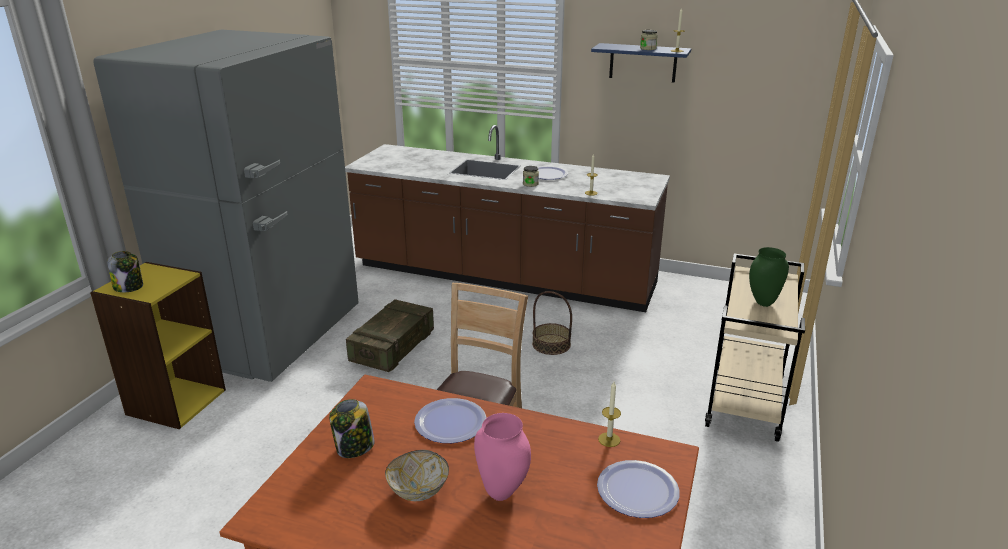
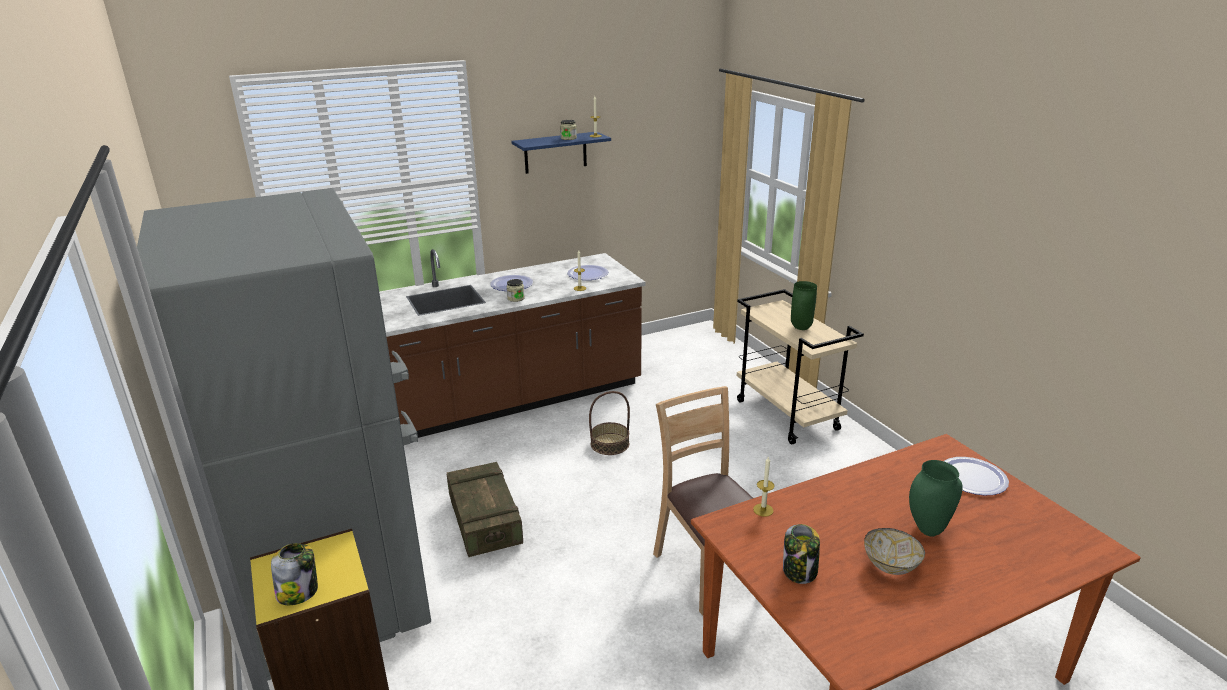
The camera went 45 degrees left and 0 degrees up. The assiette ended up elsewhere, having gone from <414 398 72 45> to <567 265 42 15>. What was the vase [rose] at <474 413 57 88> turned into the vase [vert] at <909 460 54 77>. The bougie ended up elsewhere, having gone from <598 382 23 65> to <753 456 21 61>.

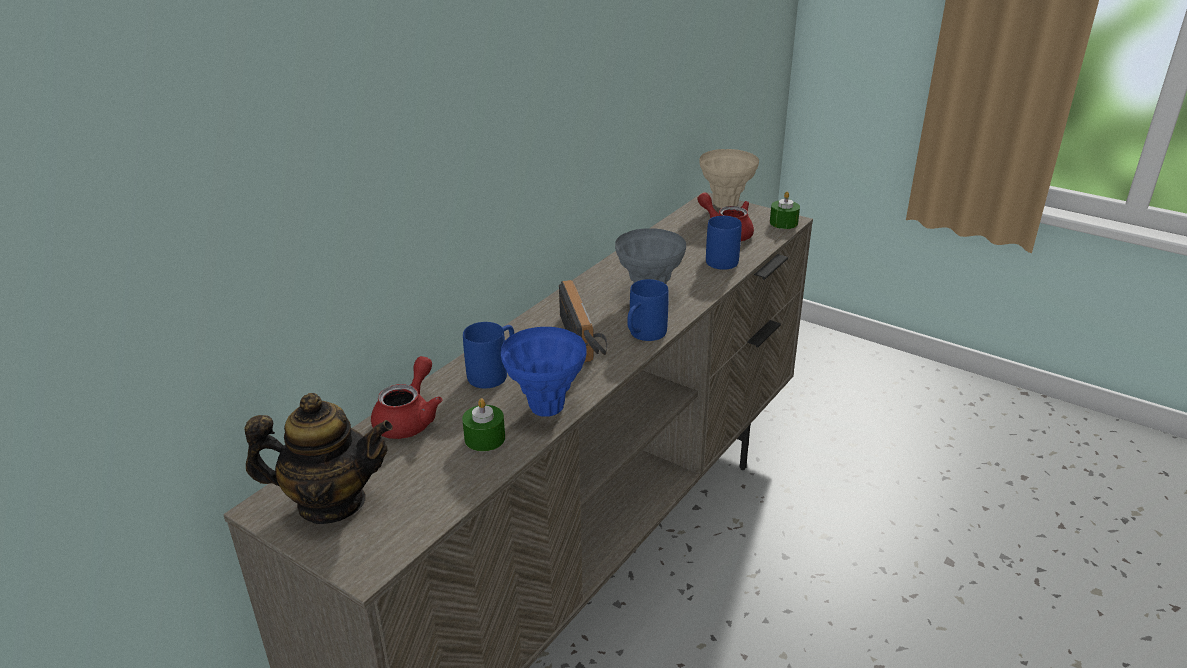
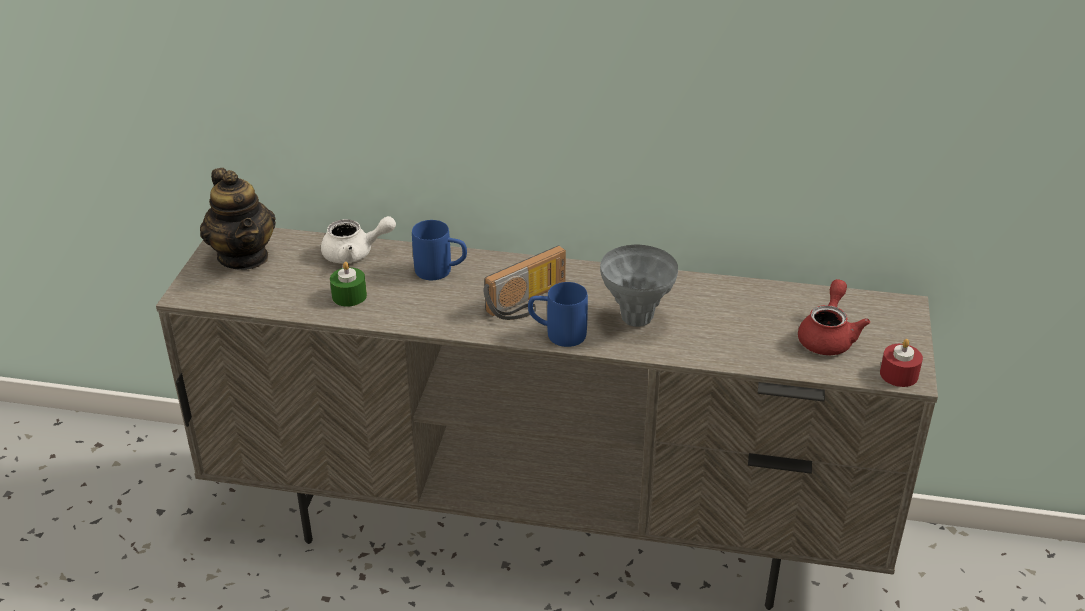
The camera went 65 degrees right and 5 degrees up. What was the théière [rouge] at <371 356 72 83> turned into the théière [blanc] at <321 216 75 47>. The second view lost the vase [bleu] at <501 327 86 90>. The second view lost the vase [beige] at <699 149 60 60>. The second view lost the mug [bleu] at <706 216 36 54>. What was the bougie [vert] at <770 191 30 38> turned into the bougie [rouge] at <880 339 43 48>.

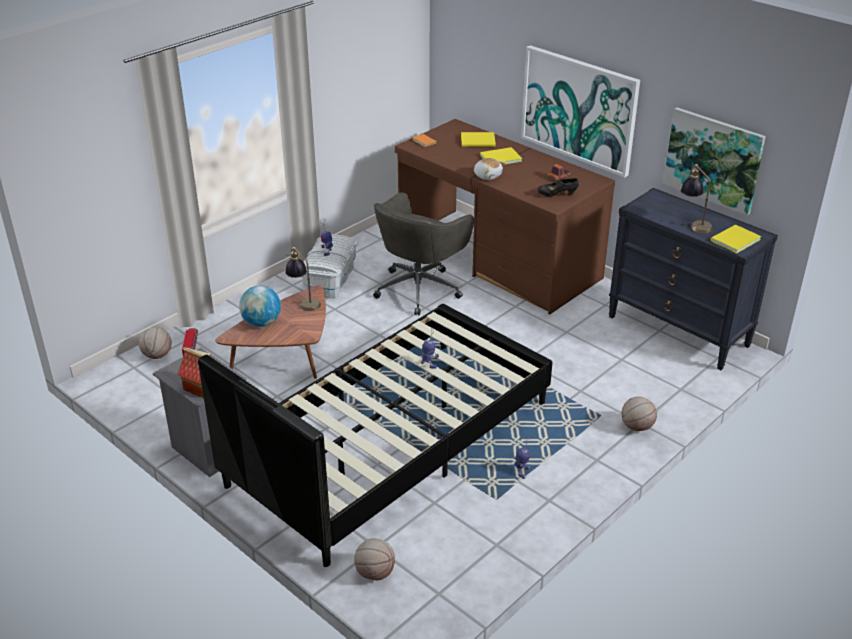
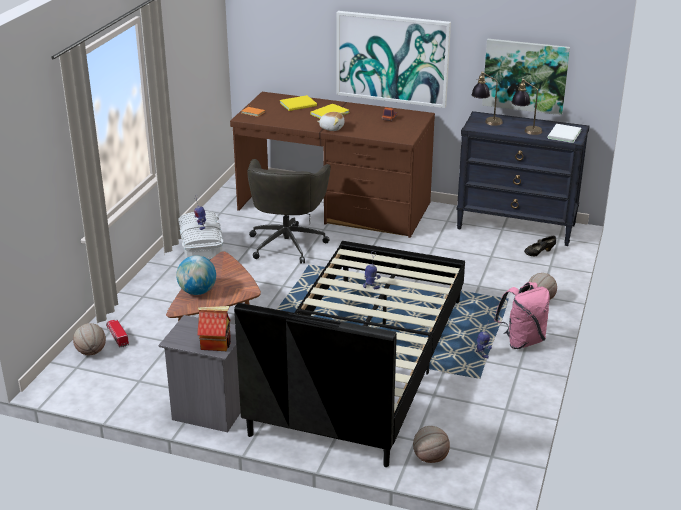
The camera went 25 degrees left and 5 degrees down. The lampe de table ended up elsewhere, having gone from <285 247 36 64> to <472 71 31 55>. The chaussure [noir] ended up elsewhere, having gone from <537 178 42 19> to <524 236 32 20>. What was the livre [jaune] at <710 224 51 29> turned into the livre [blanc] at <548 124 33 19>. The second view gained the sac à dos [rose] at <494 282 56 67>.

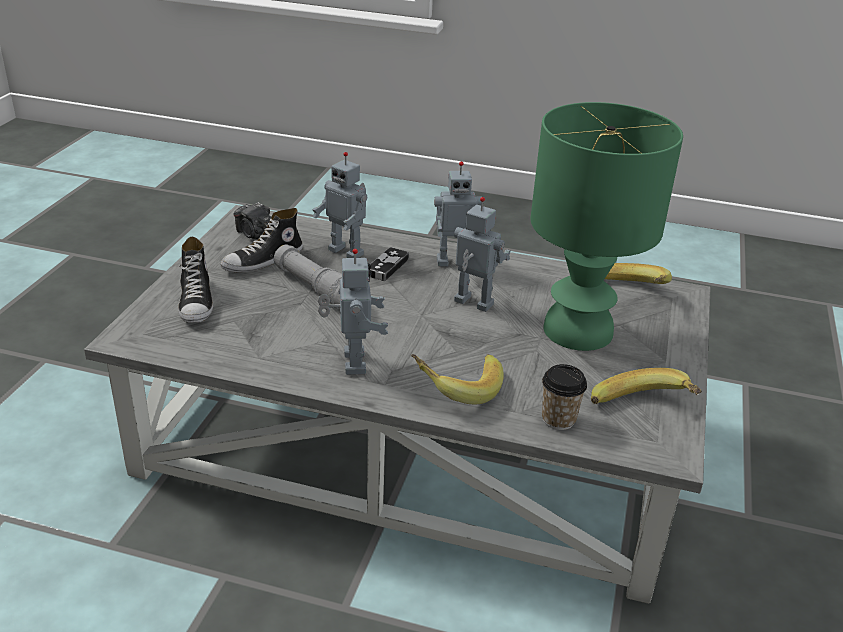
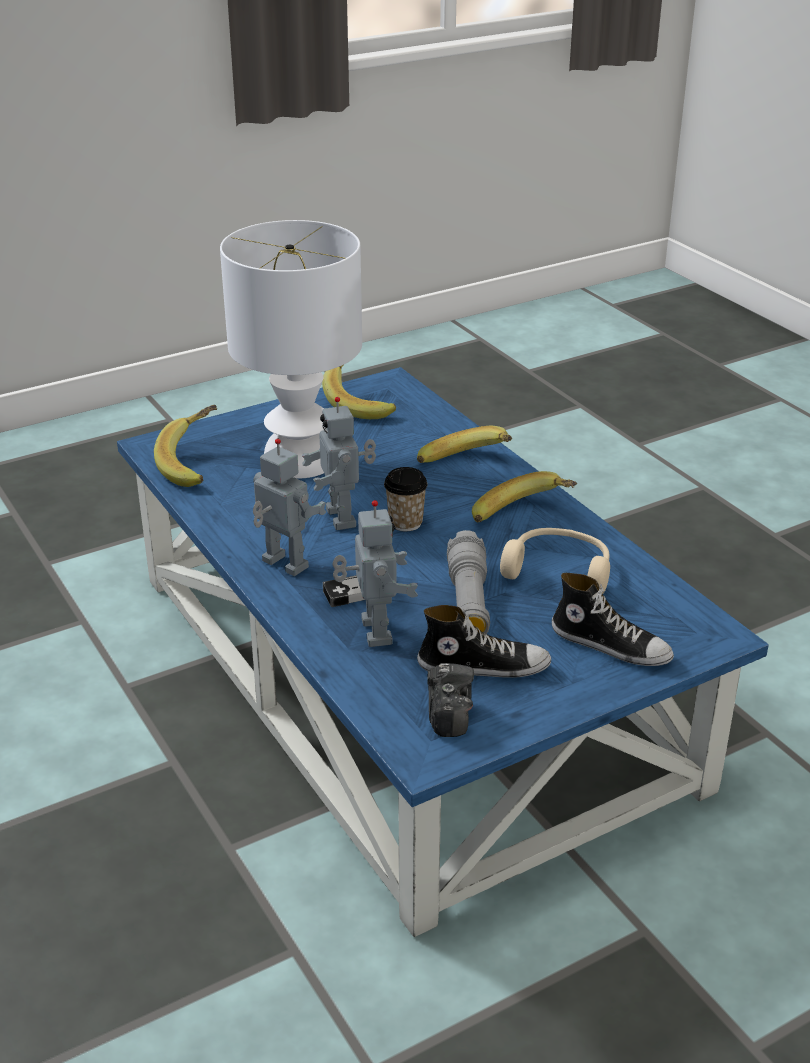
The camera went 135 degrees left and 0 degrees up. What was the table basse [gris] at <84 205 627 399> turned into the table basse [bleu] at <117 367 652 570>. The chaussure at <178 237 35 86> ended up facing another way, 90 degrees clockwise from before. Where the robot jouet stood at <318 249 70 126>, the banane came to stand at <472 471 105 51>. What was the lampe de table [vert] at <531 102 152 249> turned into the lampe de table [blanc] at <220 220 142 259>. The tasse ended up elsewhere, having gone from <542 364 45 66> to <384 467 44 64>. The second view gained the casque audio [beige] at <500 528 110 66>.

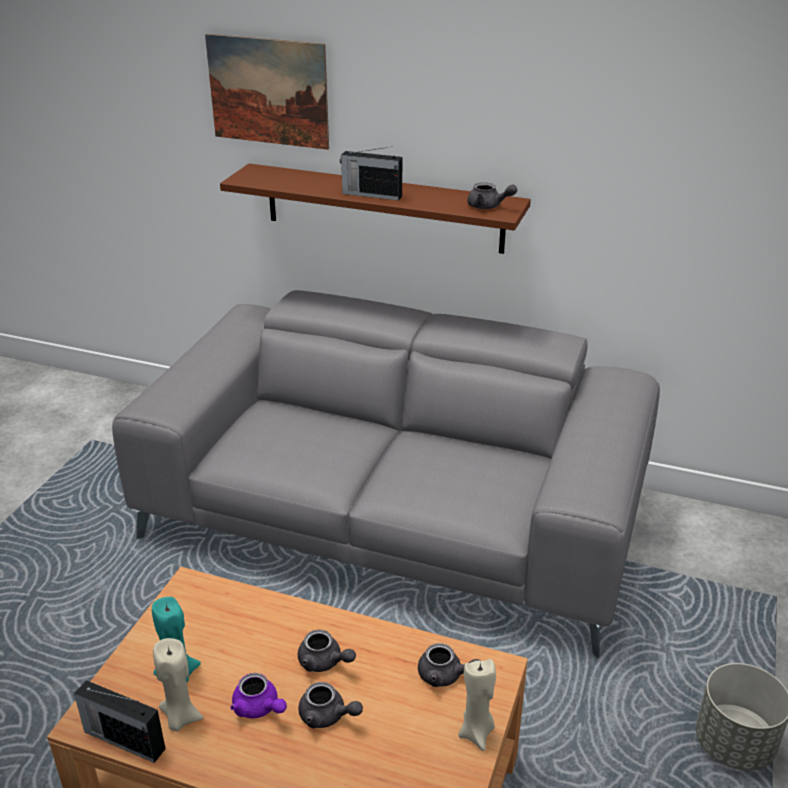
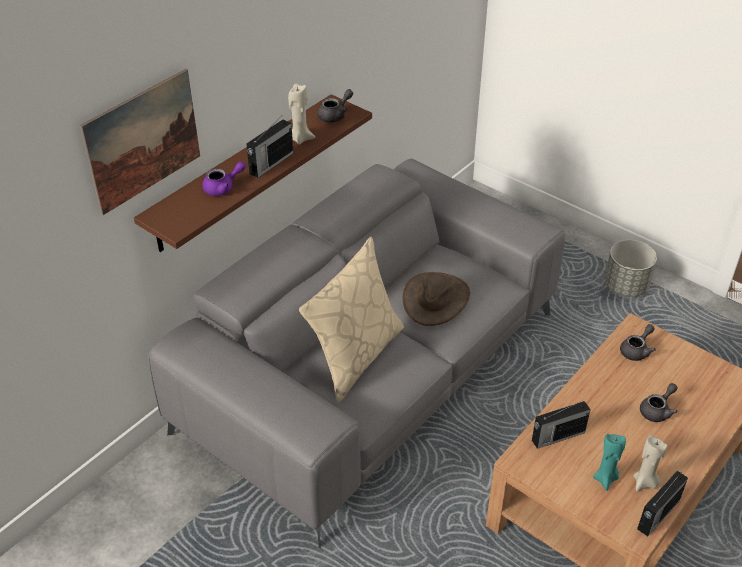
The camera went 70 degrees left and 10 degrees up. The théière [violet] ended up elsewhere, having gone from <230 673 57 45> to <202 162 44 34>. The second view lost the théière [gris] at <298 630 58 42>. The bougie [beige] ended up elsewhere, having gone from <458 659 38 92> to <288 84 27 61>. The second view gained the coussin [beige] at <299 237 105 166>. The second view gained the chapeau [marron] at <403 272 67 54>. The second view gained the radio at <532 401 59 48>.

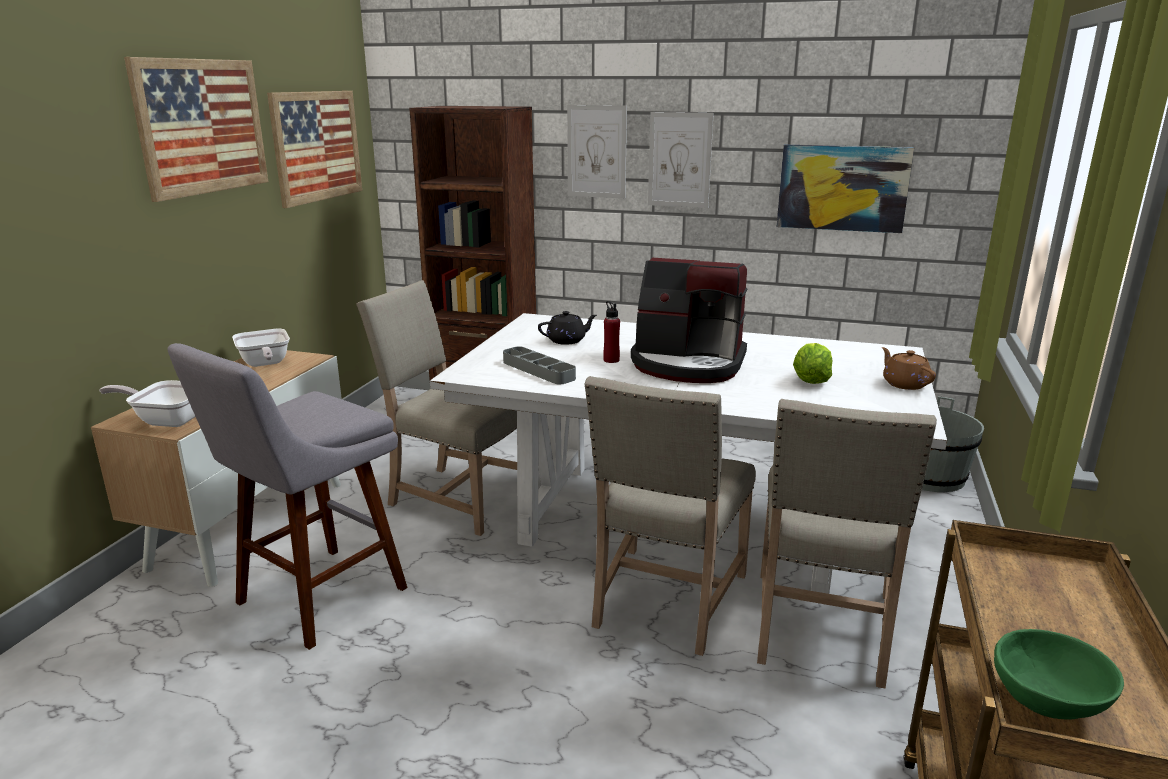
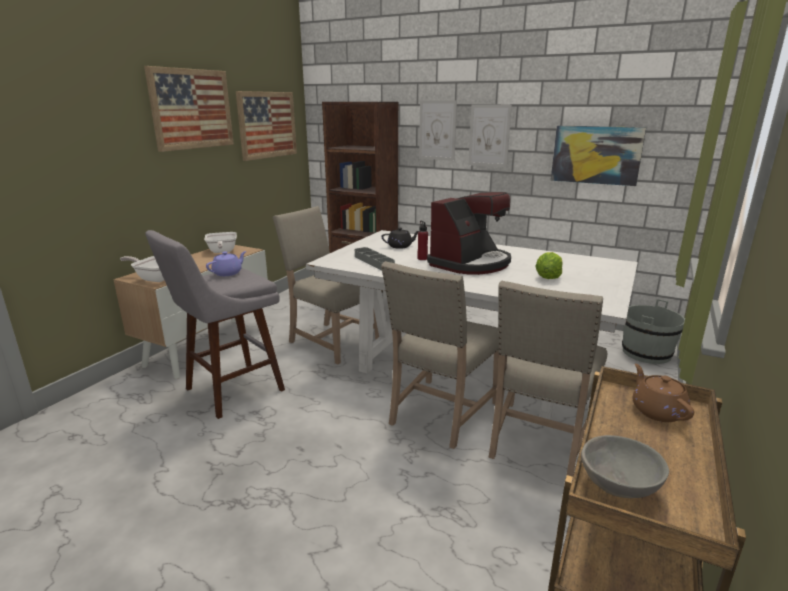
The camera went 10 degrees right and 0 degrees up. The machine à café at <631 258 117 125> ended up facing another way, 75 degrees counterclockwise from before. The théière [marron] ended up elsewhere, having gone from <882 347 54 43> to <633 364 61 58>. What was the bol [vert] at <994 629 130 91> turned into the bol [gris] at <581 435 88 63>. The second view gained the théière [violet] at <206 251 40 25>.

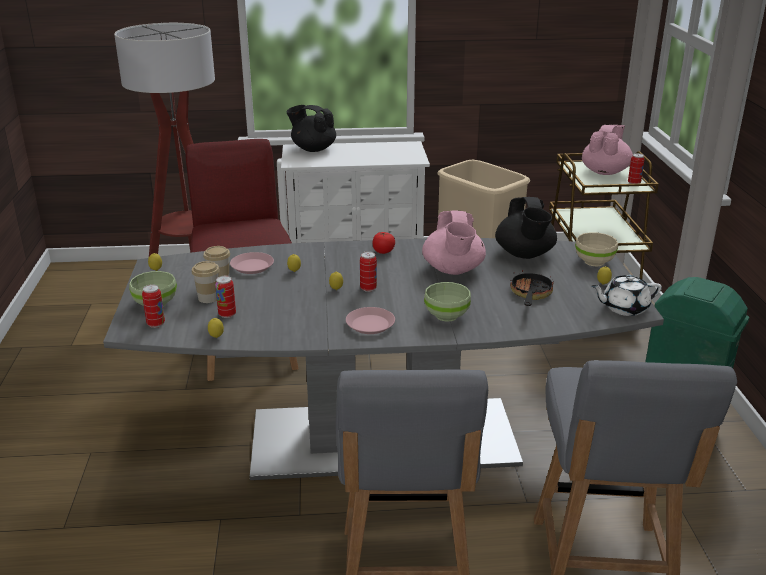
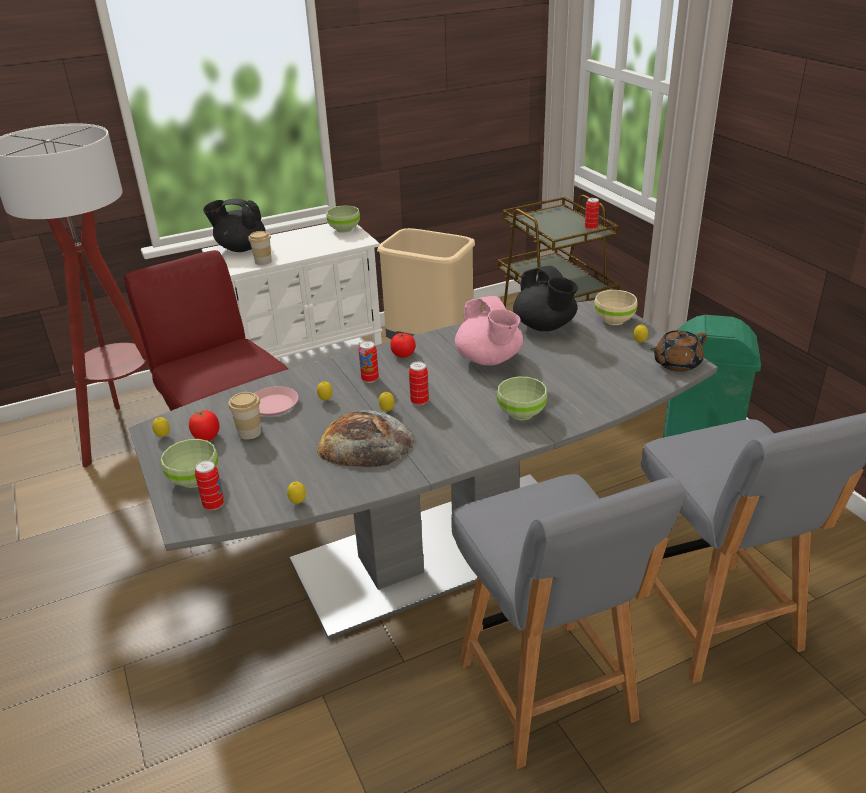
The camera went 20 degrees left and 5 degrees up. The tasse ended up elsewhere, having gone from <192 261 28 42> to <248 231 24 34>. The boîte métallique ended up elsewhere, having gone from <215 276 21 42> to <359 341 20 42>. The second view lost the assiette [rose] at <346 307 49 27>. The second view lost the poêle at <510 270 44 36>. The second view lost the théière [rose] at <582 125 51 50>. What was the théière [blanc] at <592 275 70 41> turned into the théière [marron] at <650 330 57 42>. The second view gained the tomate at <189 409 30 32>. The second view gained the pain at <317 410 98 57>. The second view gained the bol [vert] at <326 205 34 28>.

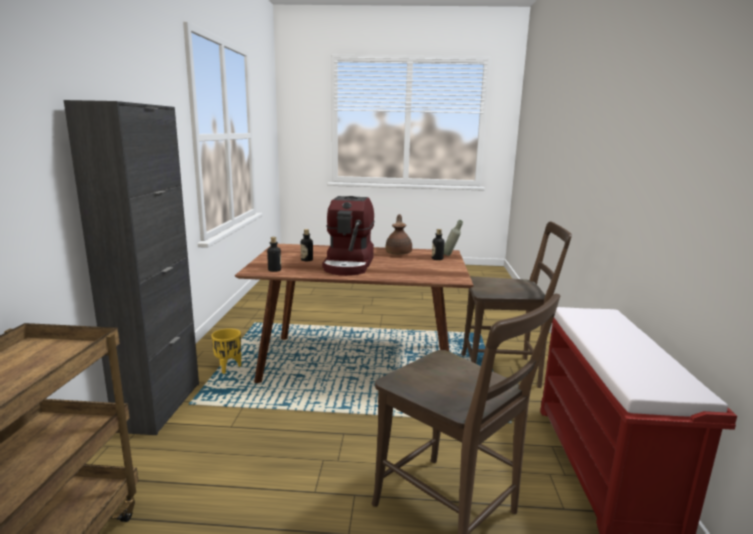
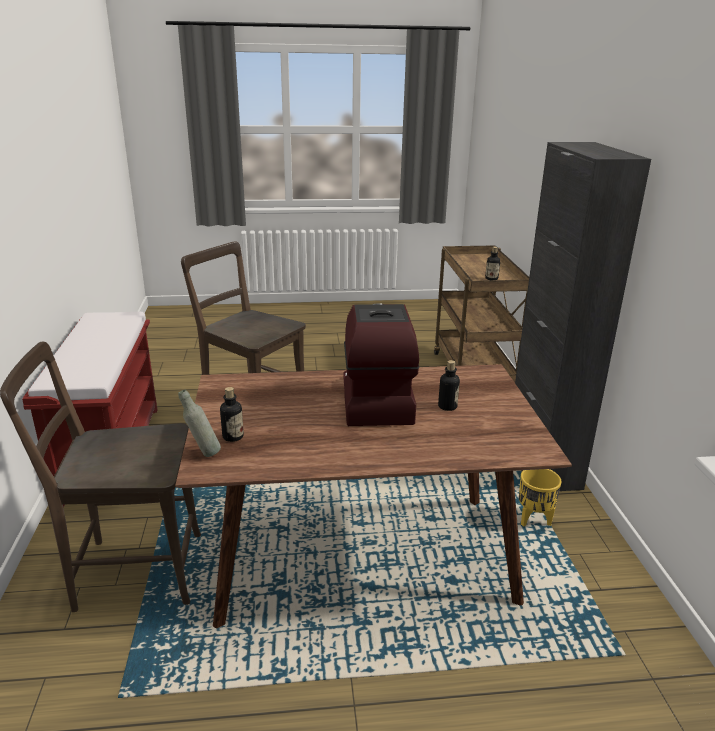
The camera went 170 degrees right and 10 degrees up. The bouteille ended up elsewhere, having gone from <267 237 14 35> to <485 247 15 33>. The second view lost the théière [marron] at <386 214 26 41>.

